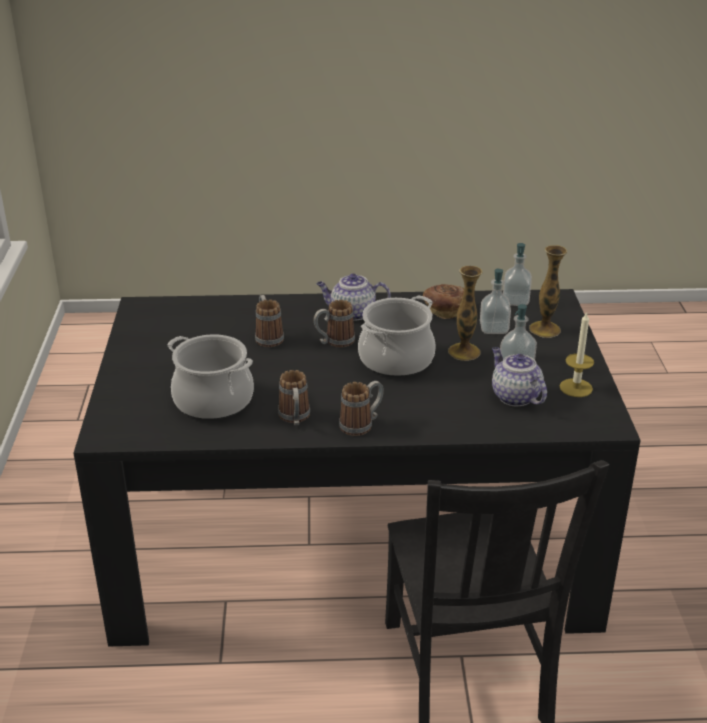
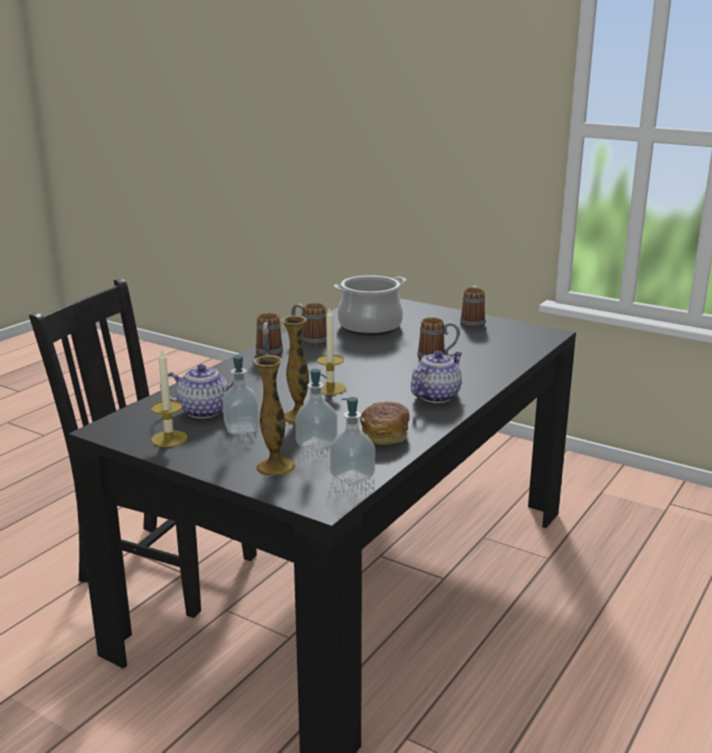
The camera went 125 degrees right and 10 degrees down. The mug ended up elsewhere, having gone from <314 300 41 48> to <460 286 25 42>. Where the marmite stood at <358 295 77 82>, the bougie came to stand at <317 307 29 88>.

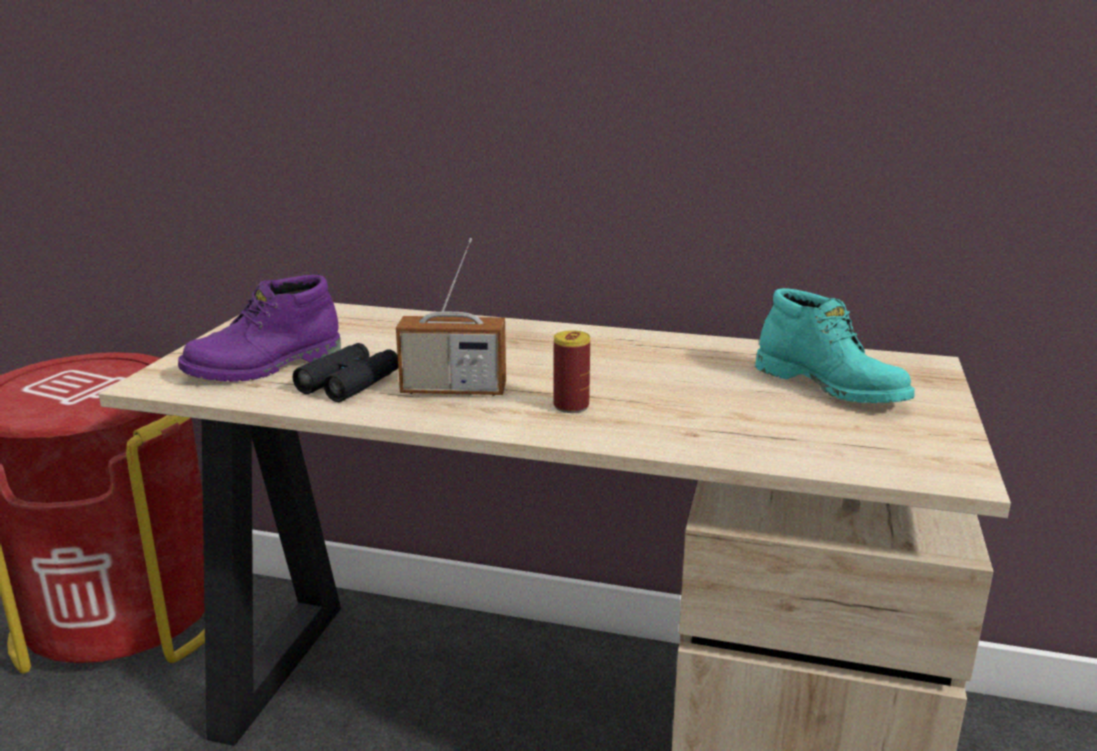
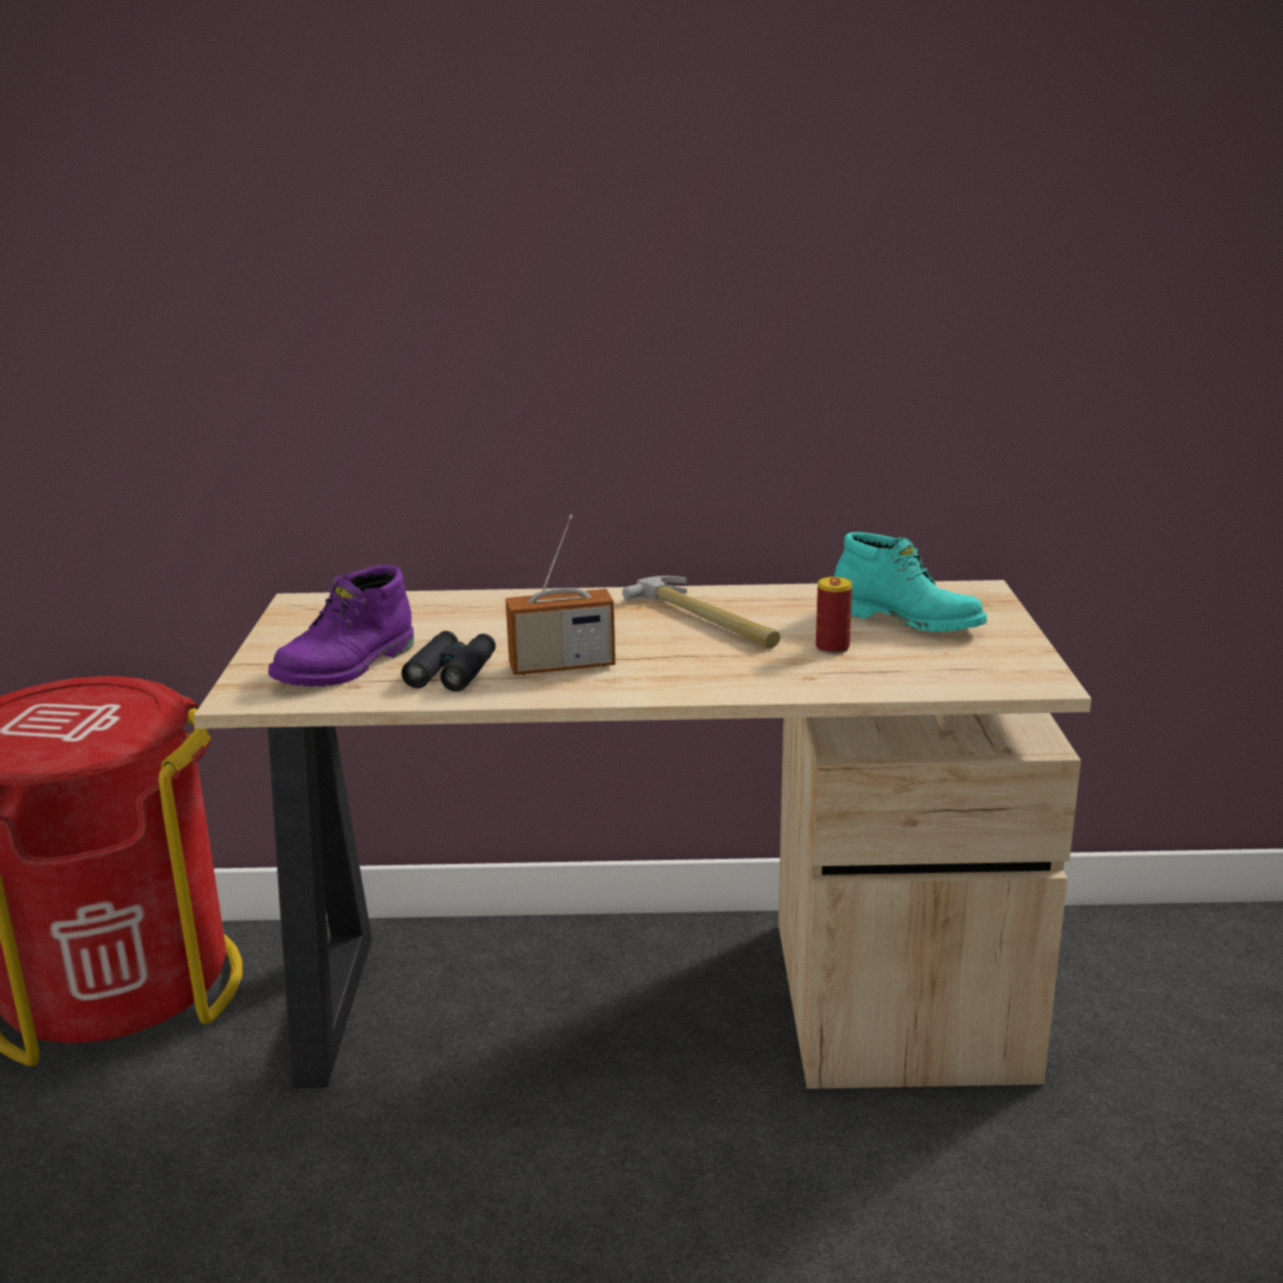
The camera went 15 degrees left and 0 degrees up. The boîte métallique ended up elsewhere, having gone from <554 330 36 83> to <816 577 36 77>. The second view gained the marteau at <622 576 158 73>.

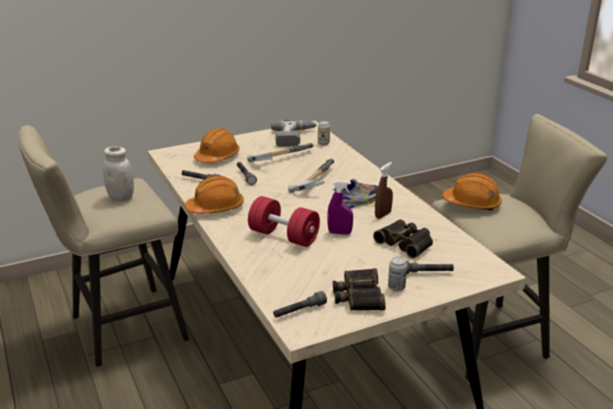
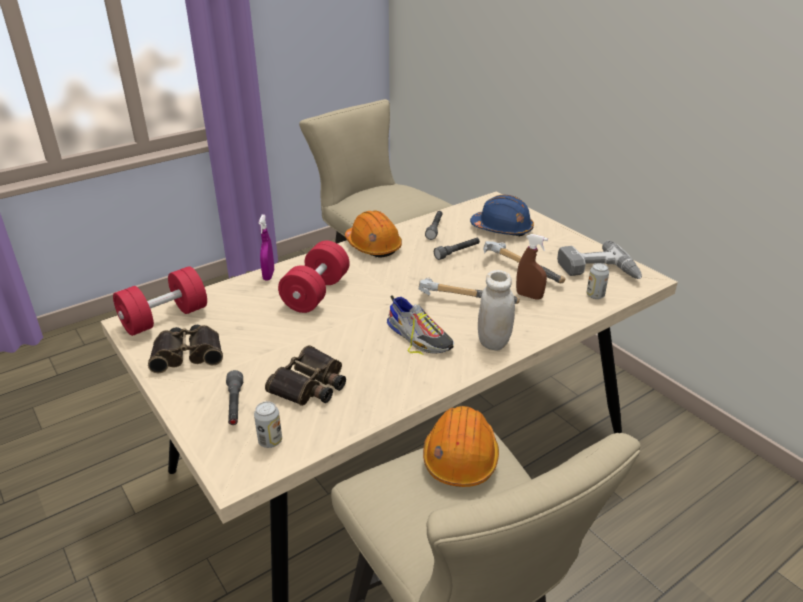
The camera went 80 degrees right and 5 degrees up. The bocal [blanc] ended up elsewhere, having gone from <103 146 31 55> to <478 270 37 80>. What was the casque de chantier [orange] at <194 128 45 35> turned into the casque de chantier [bleu] at <470 195 64 41>. Where the lampe de poche [gris] stood at <273 291 54 27>, the haltère [rouge] came to stand at <113 266 94 70>. The vaporisateur [violet] ended up elsewhere, having gone from <327 181 26 54> to <258 214 16 66>. The vaporisateur [marron] ended up elsewhere, having gone from <375 162 18 57> to <516 234 32 66>. The boîte métallique ended up elsewhere, having gone from <388 257 19 34> to <254 401 28 47>.

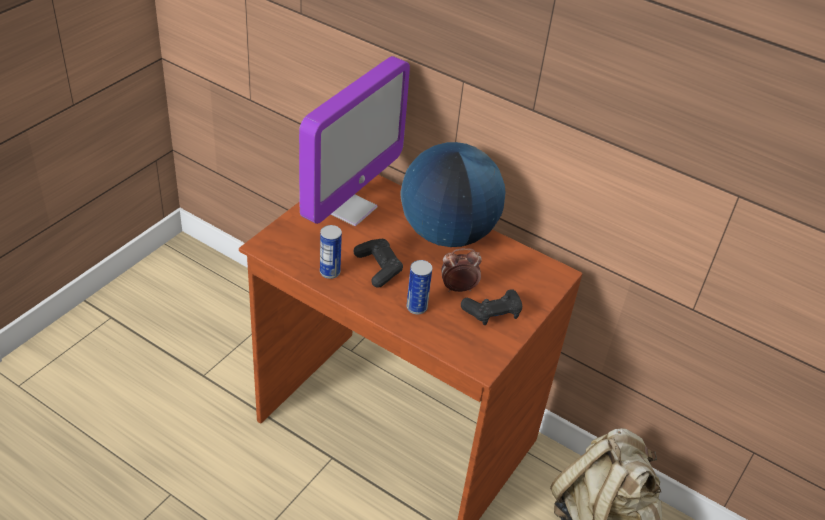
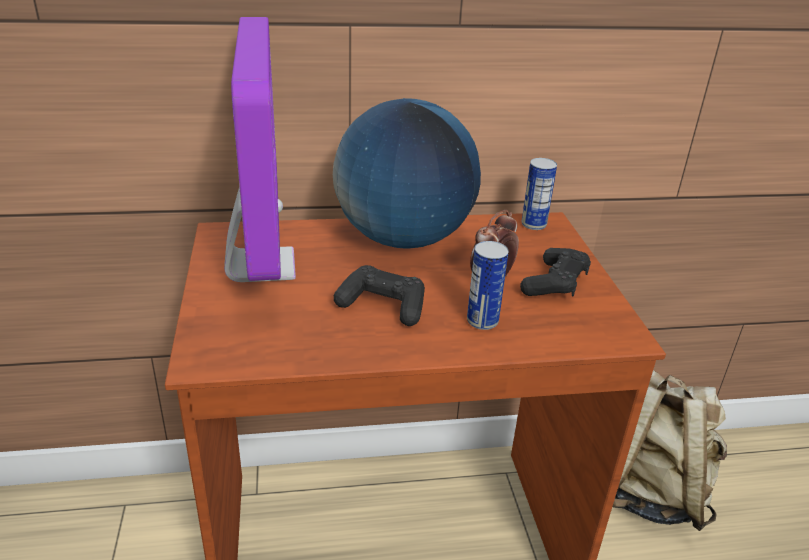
The camera went 40 degrees left and 10 degrees down. The boîte métallique ended up elsewhere, having gone from <320 225 22 54> to <521 158 36 72>.

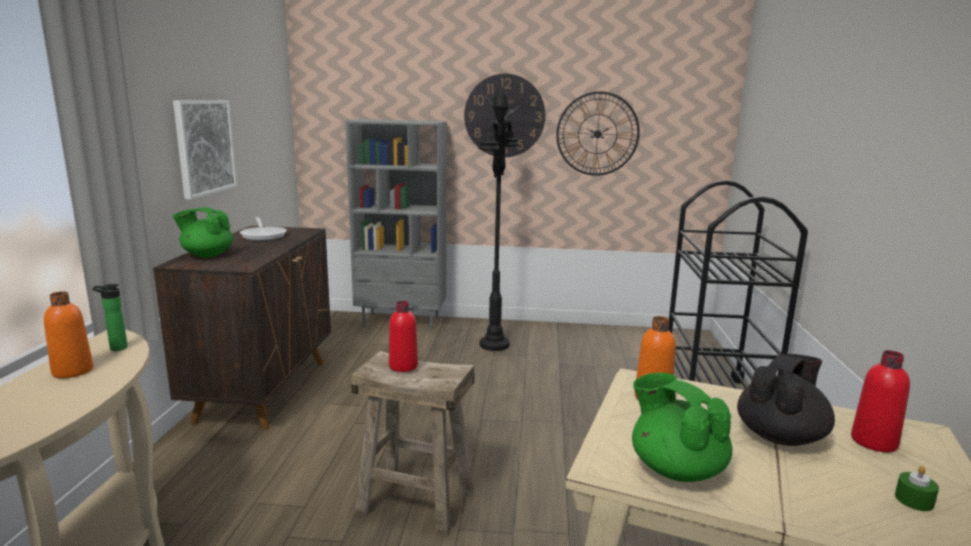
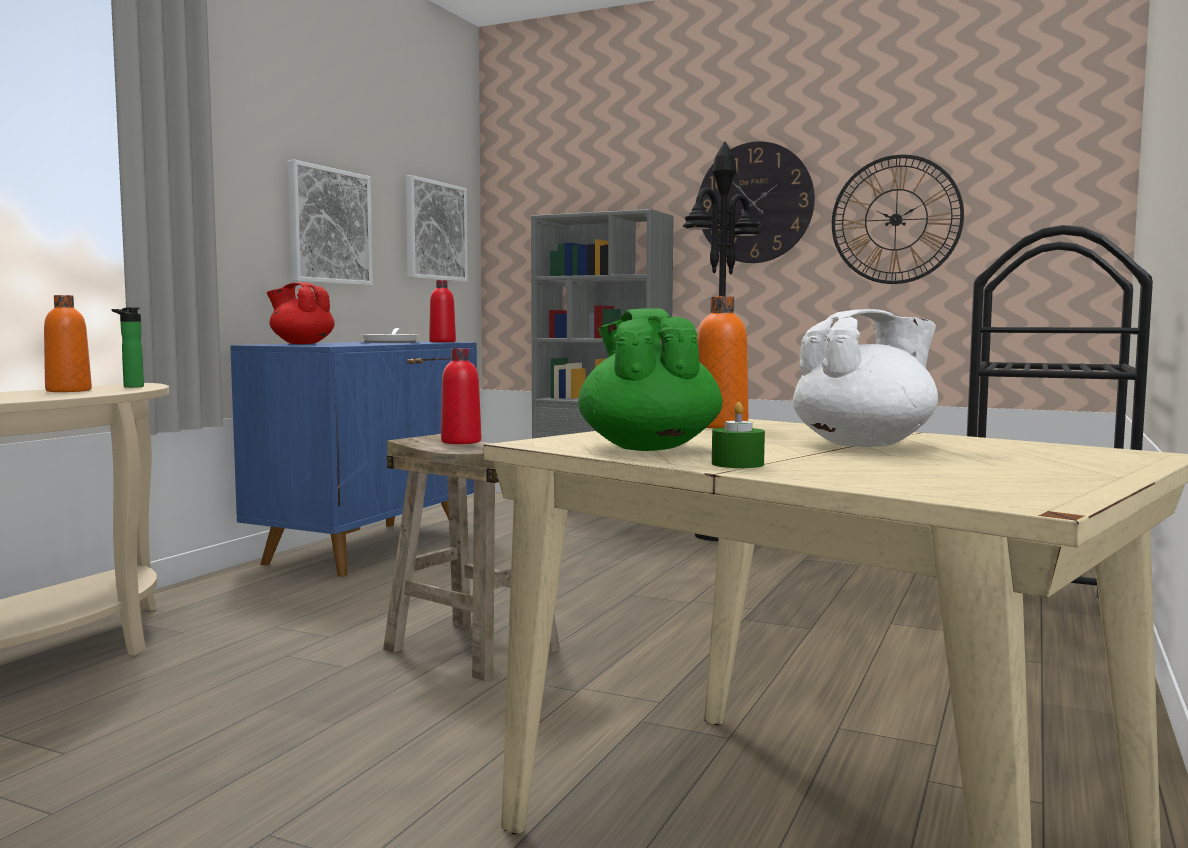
The camera went 20 degrees right and 10 degrees down. What was the meuble de rangement [marron] at <153 226 178 204> turned into the meuble de rangement [bleu] at <230 342 247 235>. What was the théière [vert] at <173 207 60 51> turned into the théière [rouge] at <267 282 68 62>. What was the théière [noir] at <737 354 98 92> turned into the théière [blanc] at <793 309 145 138>. The bouteille [rouge] ended up elsewhere, having gone from <851 350 59 102> to <429 280 27 62>. The bougie [vert] ended up elsewhere, having gone from <895 466 44 45> to <712 402 53 66>. The second view gained the tableau at <406 175 62 107>.

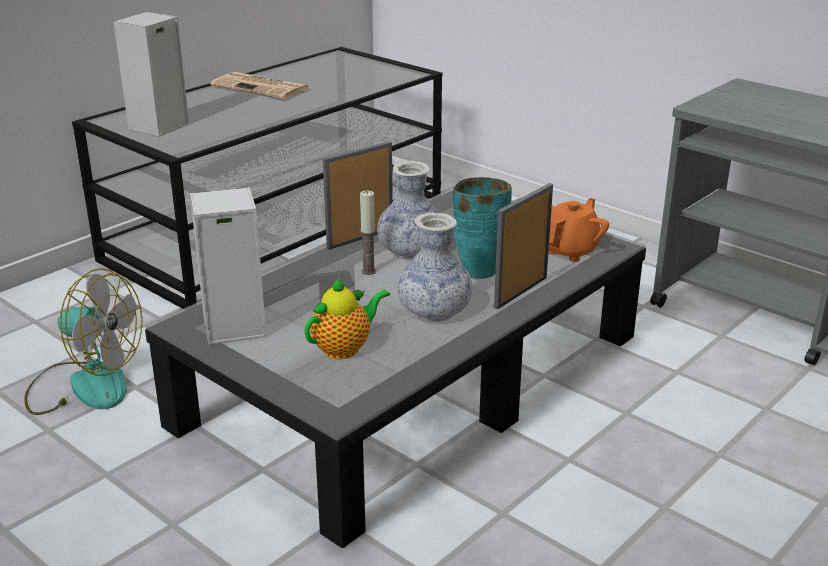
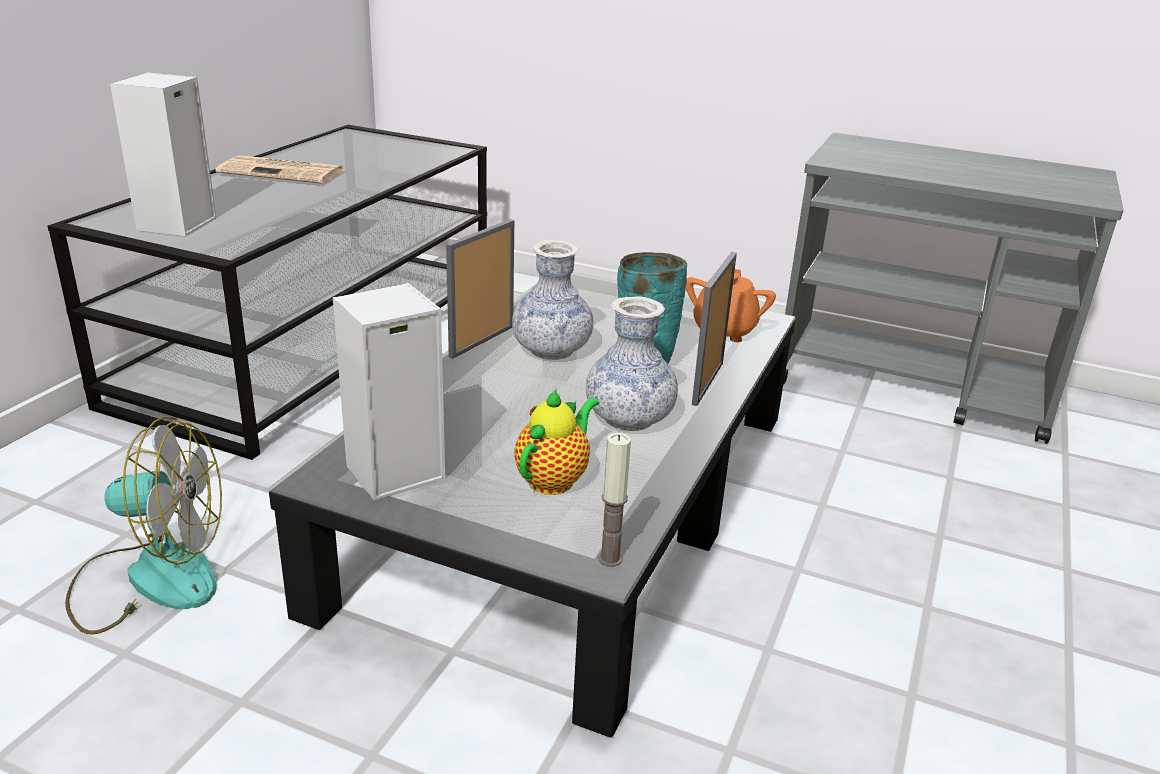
The camera went 20 degrees left and 0 degrees up. The bougie ended up elsewhere, having gone from <360 191 16 84> to <598 433 33 134>.

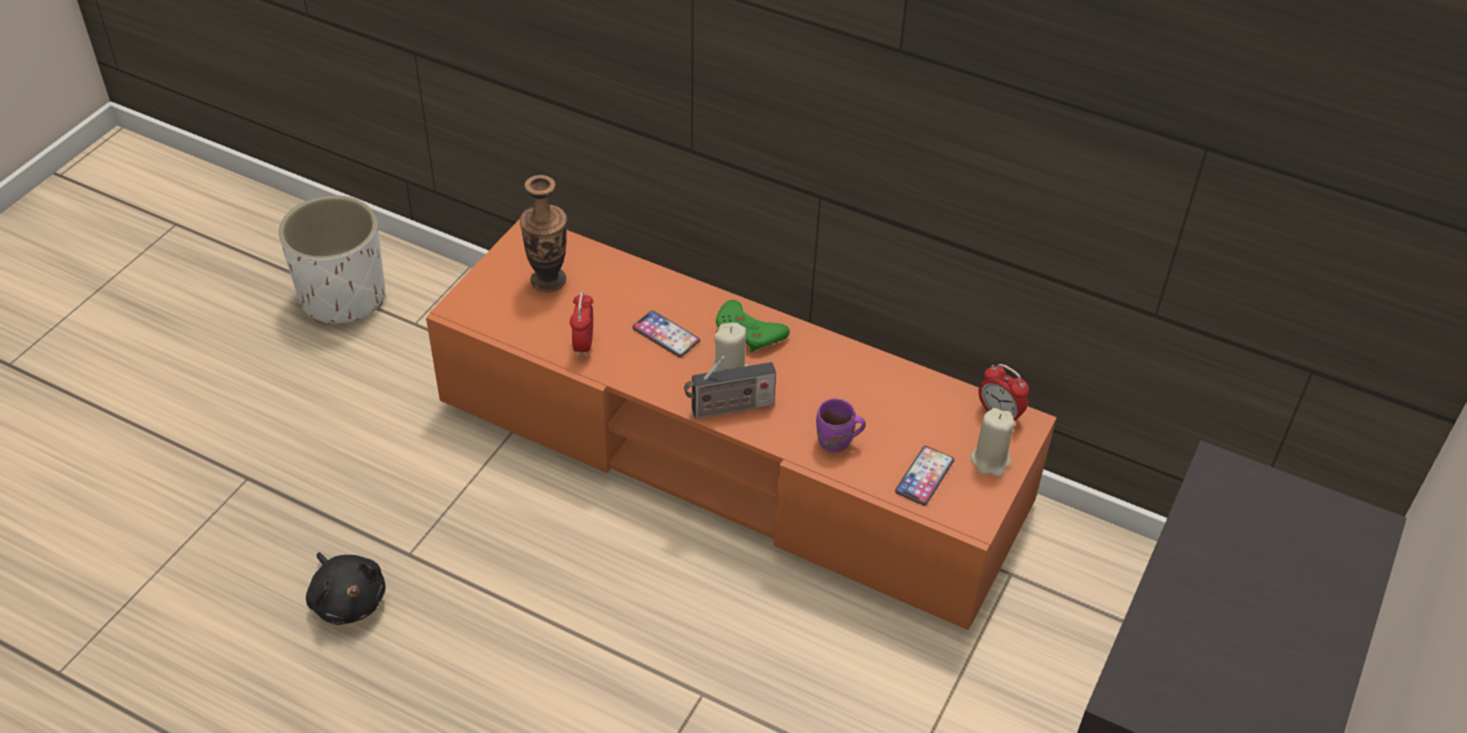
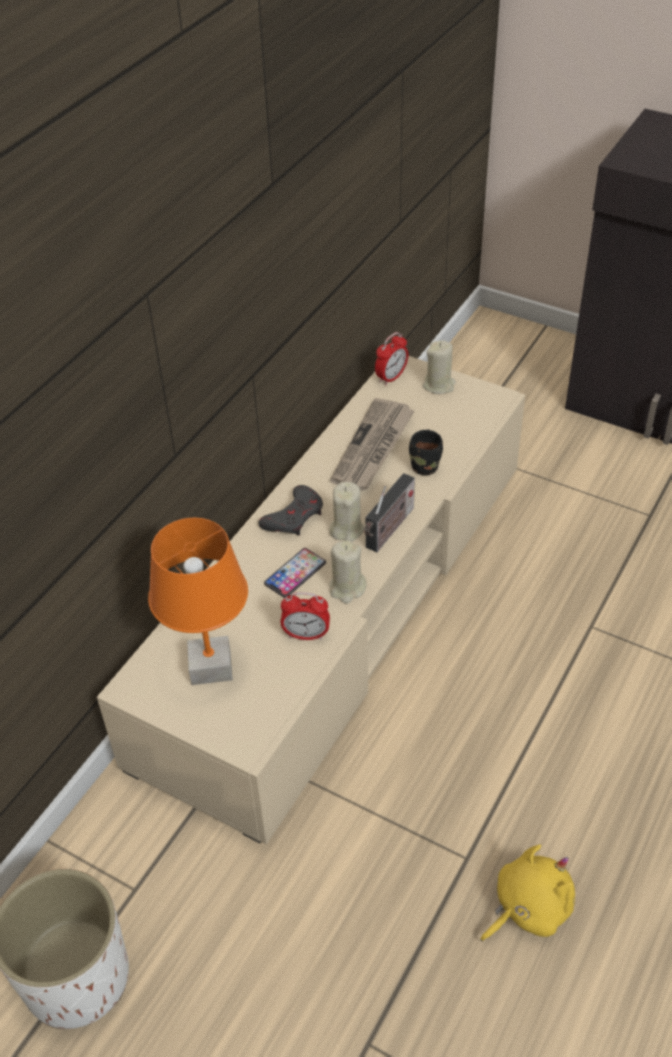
The camera went 85 degrees left and 0 degrees up. What was the peluche [noir] at <306 552 80 73> turned into the peluche [jaune] at <480 844 95 98>. What was the meuble télé [orange] at <426 219 631 411> turned into the meuble télé [beige] at <97 356 428 488>. Where the vase stood at <520 175 47 118>, the lampe de table [orange] came to stand at <148 518 100 167>. The radio at <684 356 92 63> ended up facing another way, 45 degrees clockwise from before. What was the manette [vert] at <716 300 74 53> turned into the manette [gris] at <258 485 65 51>. What was the mug [violet] at <816 399 50 54> turned into the mug [noir] at <409 429 34 46>. The second view lost the téléphone at <895 446 59 59>. The second view gained the journal at <330 398 85 93>. The second view gained the bougie [beige] at <330 540 37 64>.

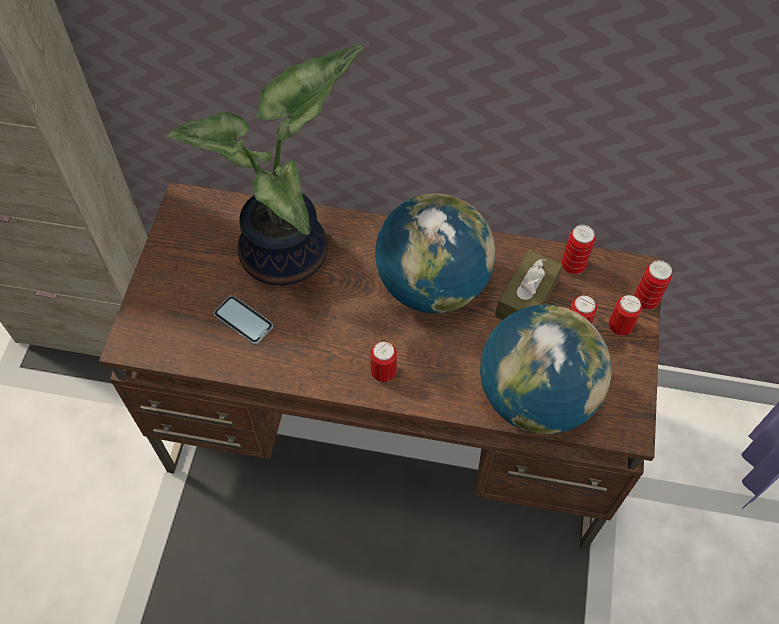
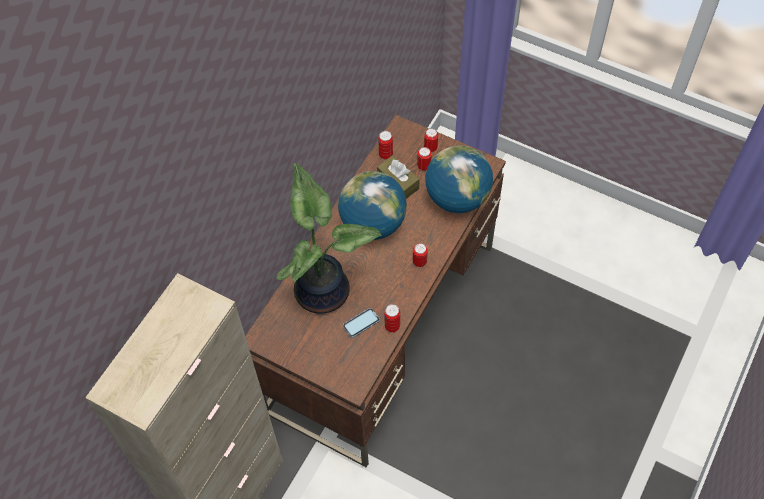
The camera went 70 degrees left and 0 degrees up. The boîte métallique ended up elsewhere, having gone from <634 260 38 50> to <384 304 16 28>.

